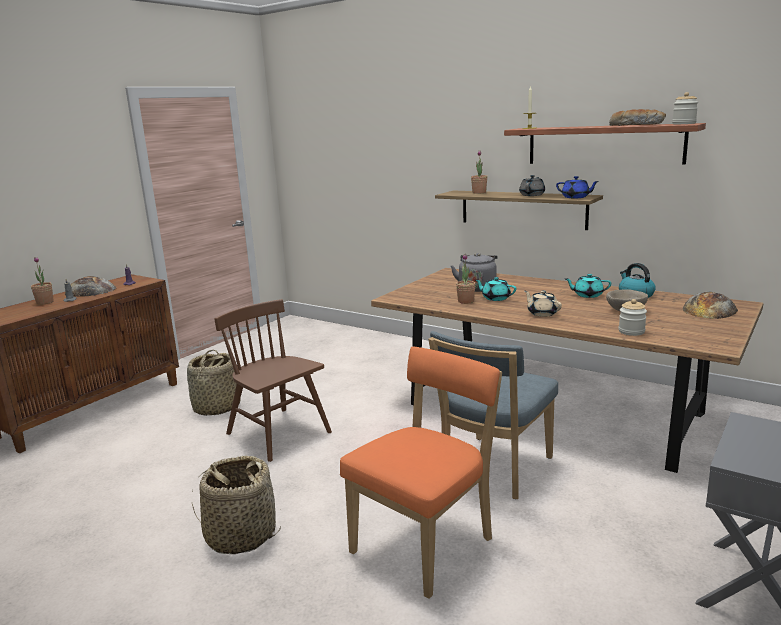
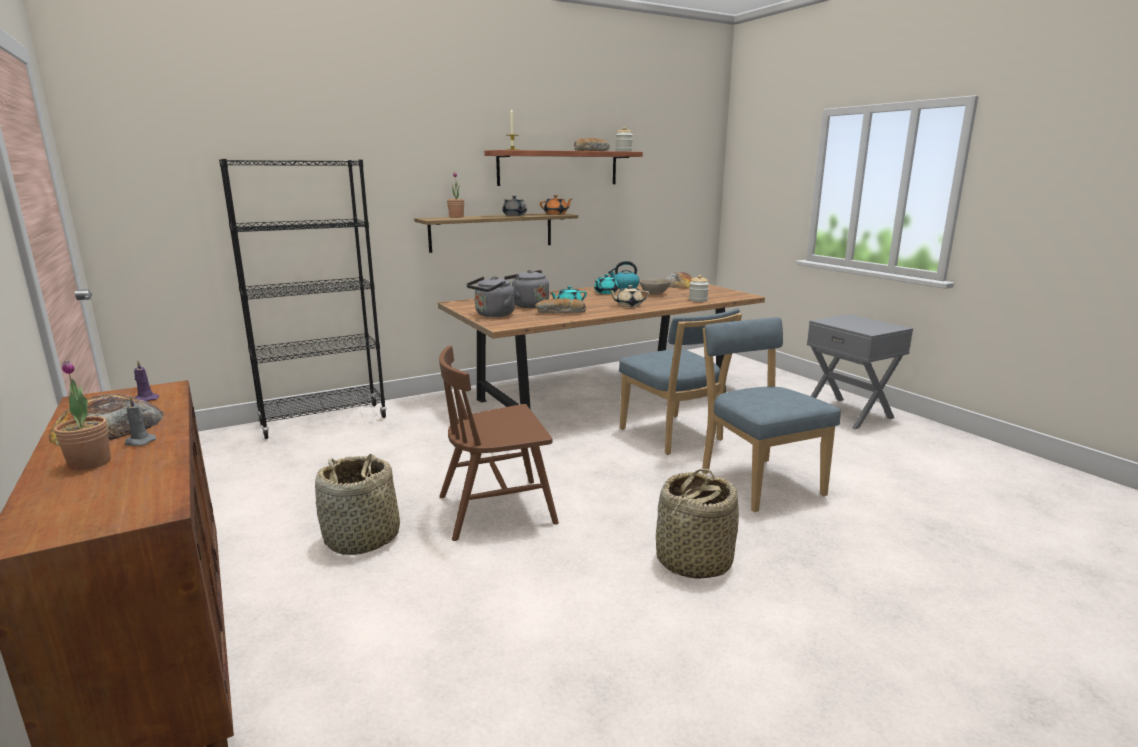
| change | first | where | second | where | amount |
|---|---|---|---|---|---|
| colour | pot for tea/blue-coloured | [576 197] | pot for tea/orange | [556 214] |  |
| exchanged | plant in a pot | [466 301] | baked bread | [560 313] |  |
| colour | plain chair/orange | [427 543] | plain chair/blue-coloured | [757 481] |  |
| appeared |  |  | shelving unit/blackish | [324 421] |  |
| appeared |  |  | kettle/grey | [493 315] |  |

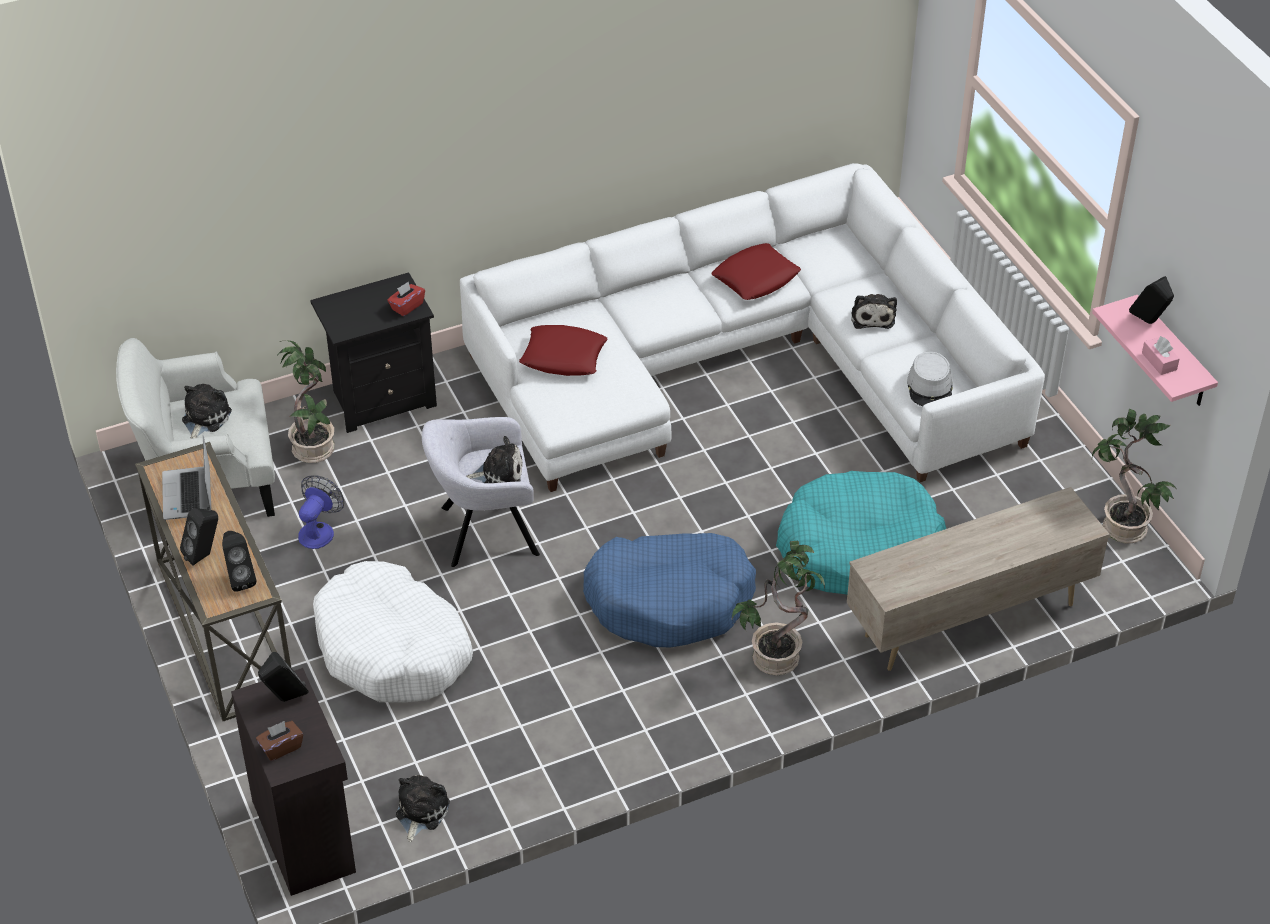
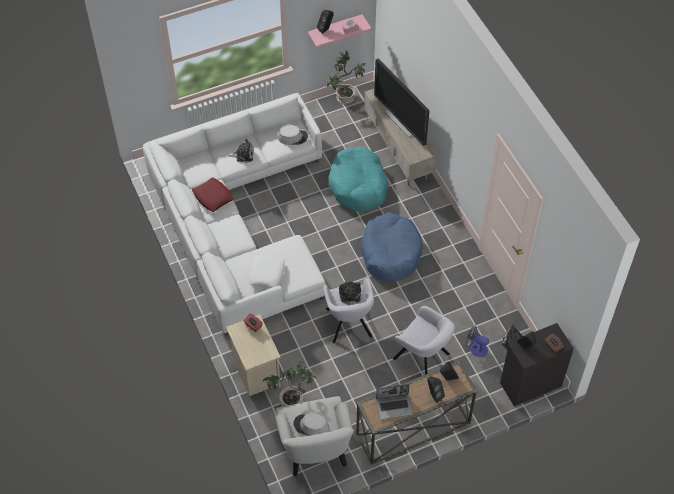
| change | first | where | second | where | amount |
|---|---|---|---|---|---|
| colour | night table/blackish | [382 399] | night table/beige-coloured | [256 373] |  |
| colour | cushion/red | [563 356] | cushion/white-coloured | [267 273] |  |
| exchanged | soft toy | [204 418] | clothing hat/grey | [311 425] |  |
| relocated | fan | [319 530] |  | [475 348] |  |
| missing | plant in a pot | [775 656] |  |  |  |
| exchanged | dog cushion/white-coloured | [393 649] | easy chair/grey | [423 357] |  |
| appeared |  |  | TV | [401 121] |  |

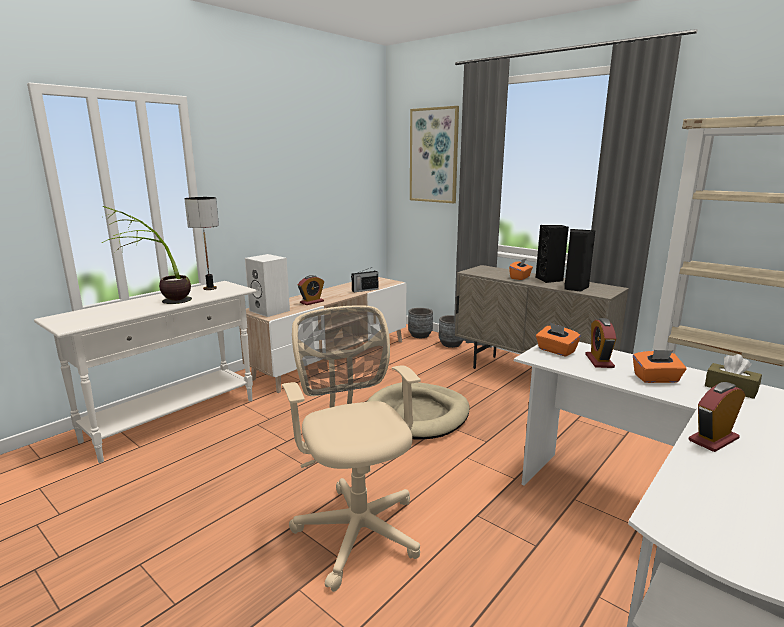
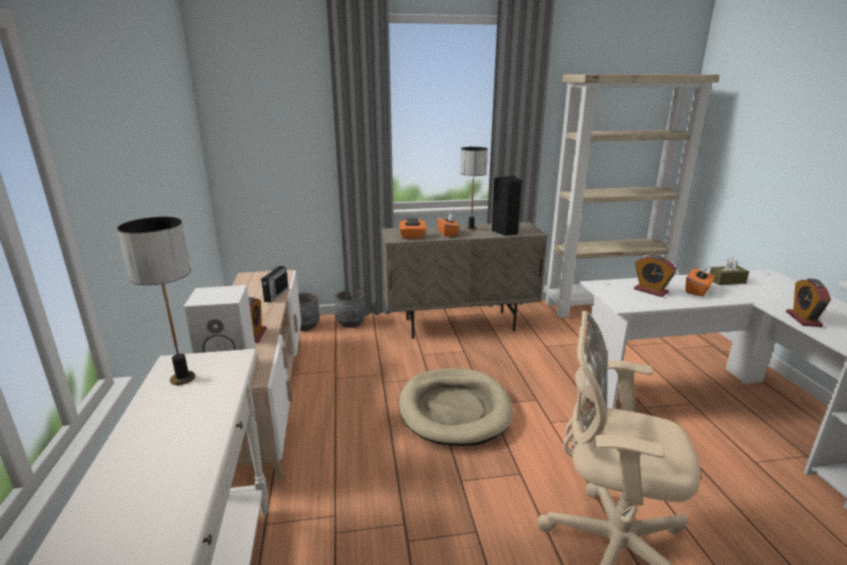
| change | first | where | second | where | amount |
|---|---|---|---|---|---|
| missing | picture | [434 155] |  |  |  |
| missing | plant in a pot | [159 303] |  |  |  |
| exchanged | speaker/blackish | [549 280] | tabletop lamp | [471 229] |  |
| relocated | tissue box/orange | [556 351] |  | [412 237] |  |

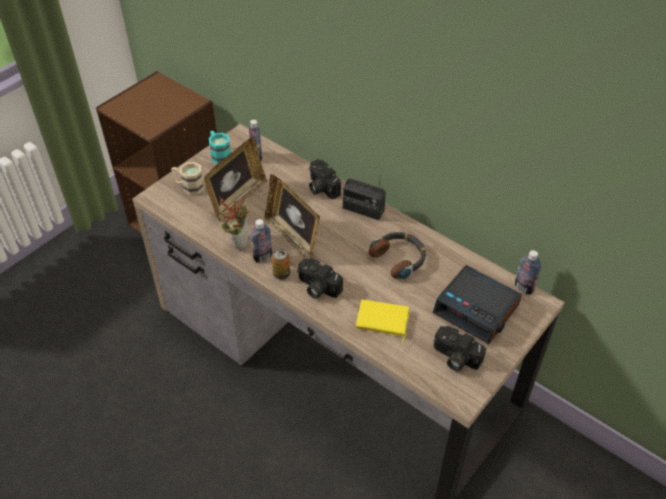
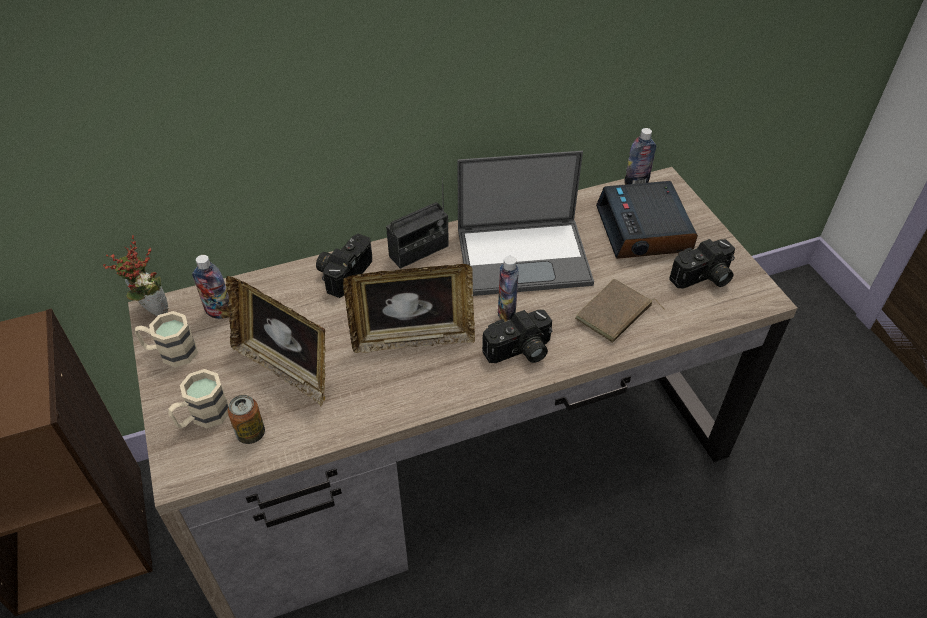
| change | first | where | second | where | amount |
|---|---|---|---|---|---|
| colour | coffee mug/turquoise | [219 155] | coffee mug/beige-coloured | [171 352] |  |
| spun | standing frame | [237 199] |  | [285 368] | 150 degrees clockwise |
| spun | still camera | [321 187] |  | [343 272] | 120 degrees clockwise |
| relocated | plant in a pot | [238 242] |  | [151 310] |  |
| relocated | drink bottle | [262 257] |  | [506 313] |  |
| exchanged | headset | [399 258] | laptop | [525 256] |  |
| relocated | metal can | [281 274] |  | [251 433] |  |
| spun | alarm clock | [477 309] |  | [644 230] | 105 degrees clockwise |
| colour | book/yellow-coloured | [382 321] | book/brown | [615 314] |  |

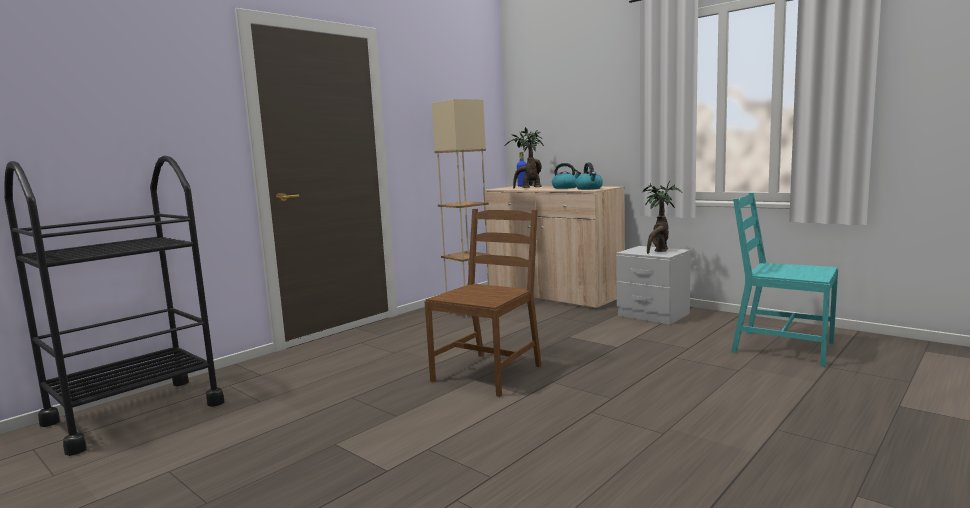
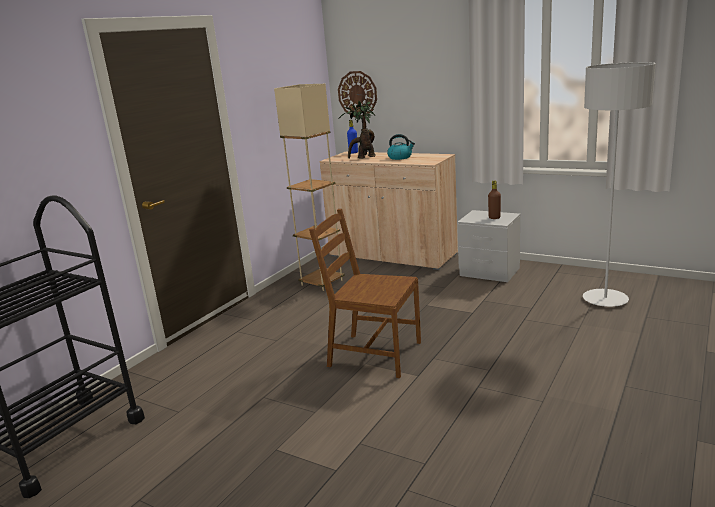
| change | first | where | second | where | amount |
|---|---|---|---|---|---|
| missing | kettle | [589 188] |  |  |  |
| exchanged | plant in a pot | [659 251] | drink bottle/brown | [494 218] |  |
| exchanged | plain chair/turquoise | [781 347] | standing lamp/grey | [605 300] |  |
| spun | plain chair/brown | [488 373] |  | [373 354] | 90 degrees counterclockwise |
| appeared |  |  | wall clock | [357 94] |  |

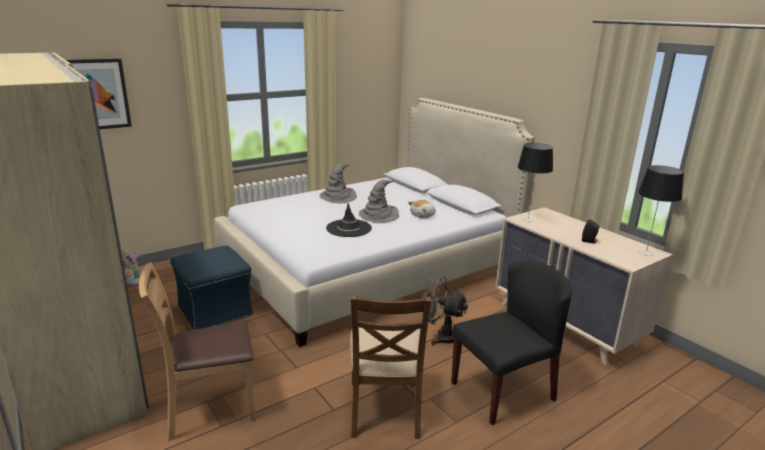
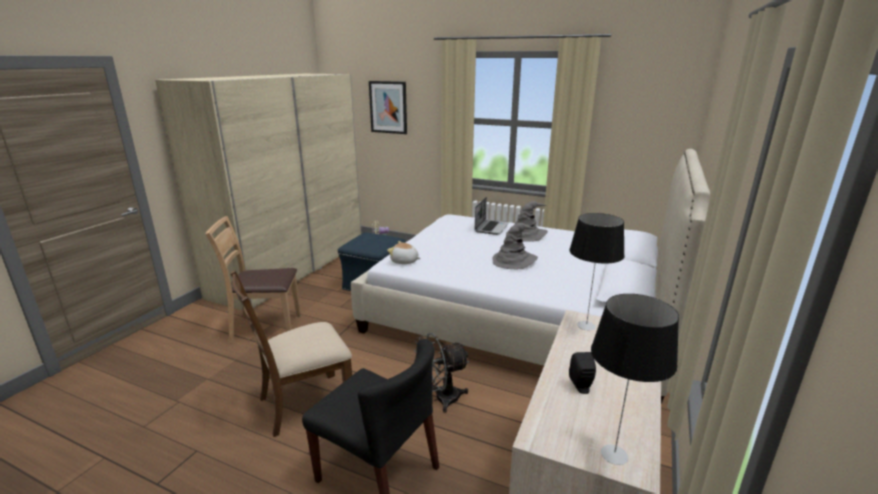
| change | first | where | second | where | amount |
|---|---|---|---|---|---|
| relocated | soft toy | [423 216] |  | [404 261] |  |
| missing | clothing hat/blackish | [349 228] |  |  |  |
| spun | plain chair/brown | [209 408] |  | [265 328] | 45 degrees counterclockwise |
| spun | fan/grey | [440 337] |  | [441 399] | 105 degrees counterclockwise |
| appeared |  |  | laptop | [491 227] |  |

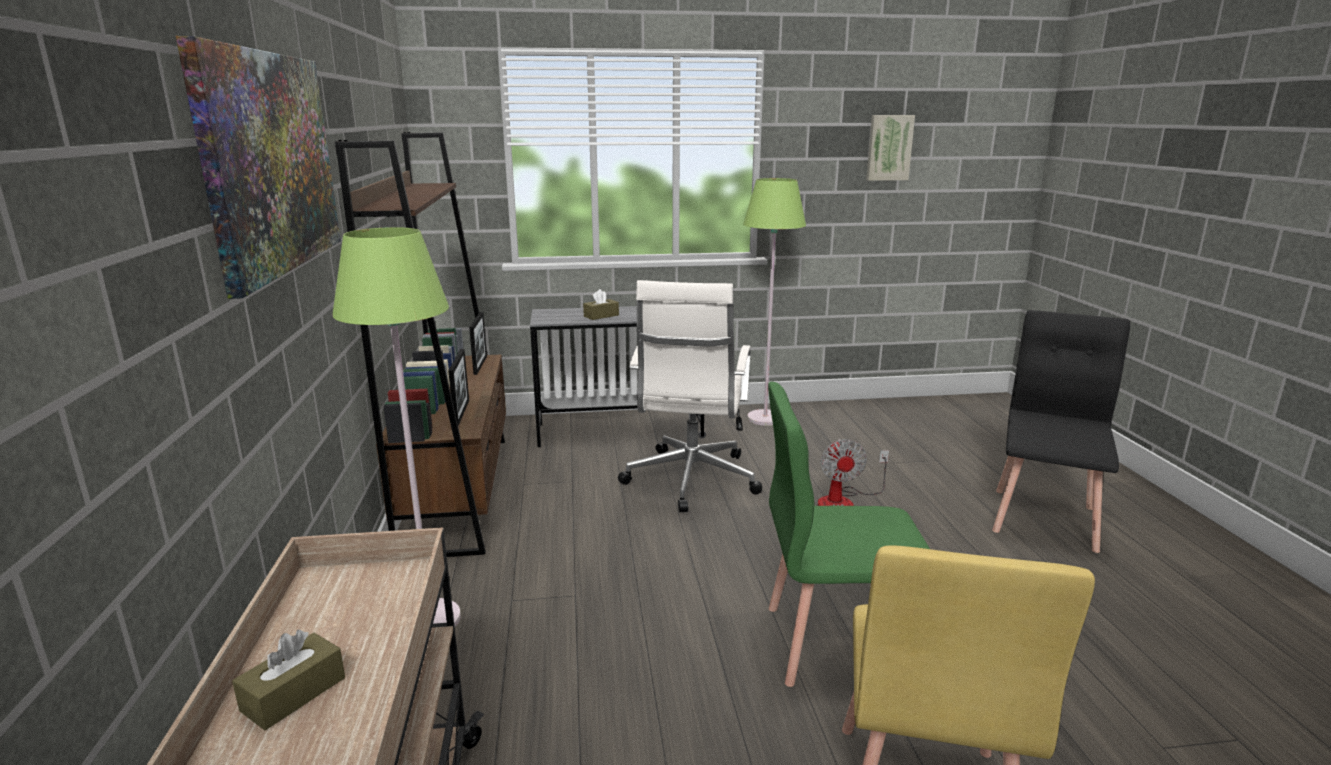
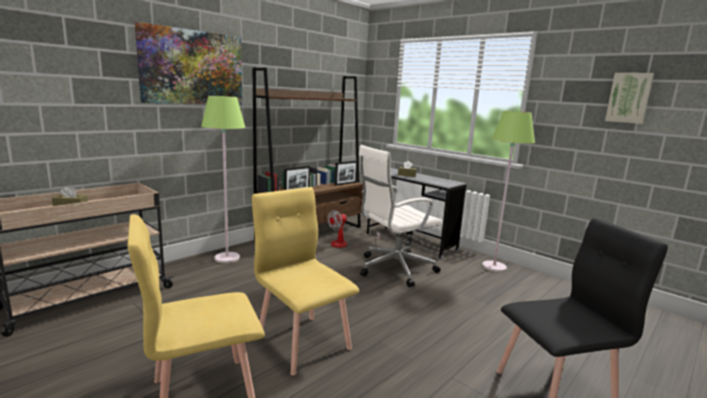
| change | first | where | second | where | amount |
|---|---|---|---|---|---|
| colour | plain chair/green-coloured | [836 643] | plain chair/yellow-coloured | [303 342] |  |
| relocated | fan | [844 502] |  | [345 245] |  |

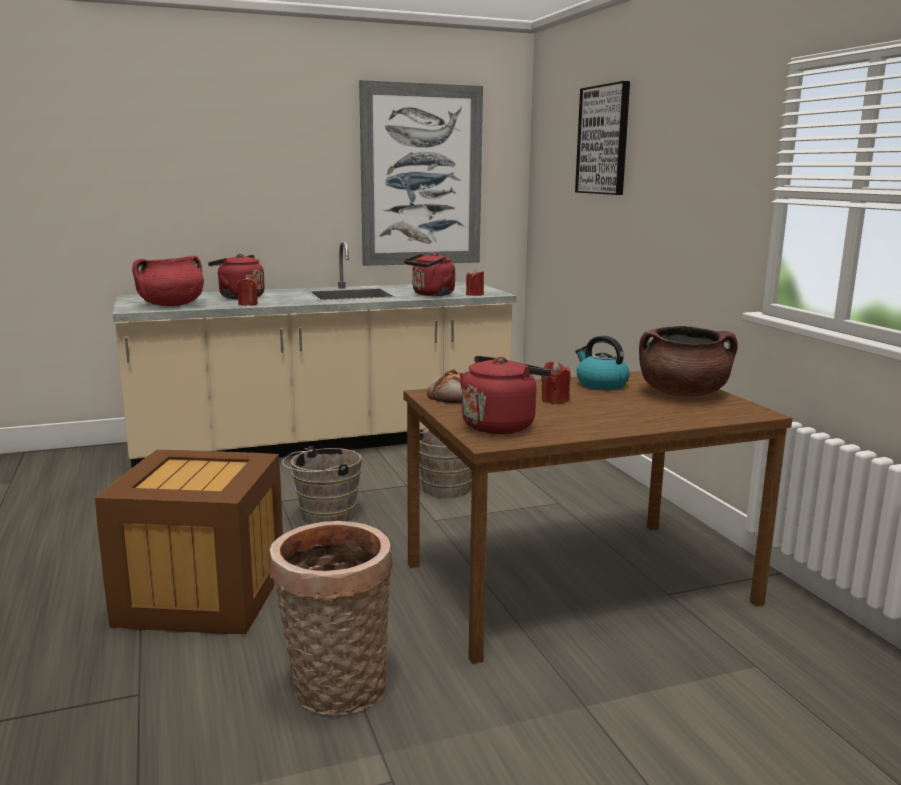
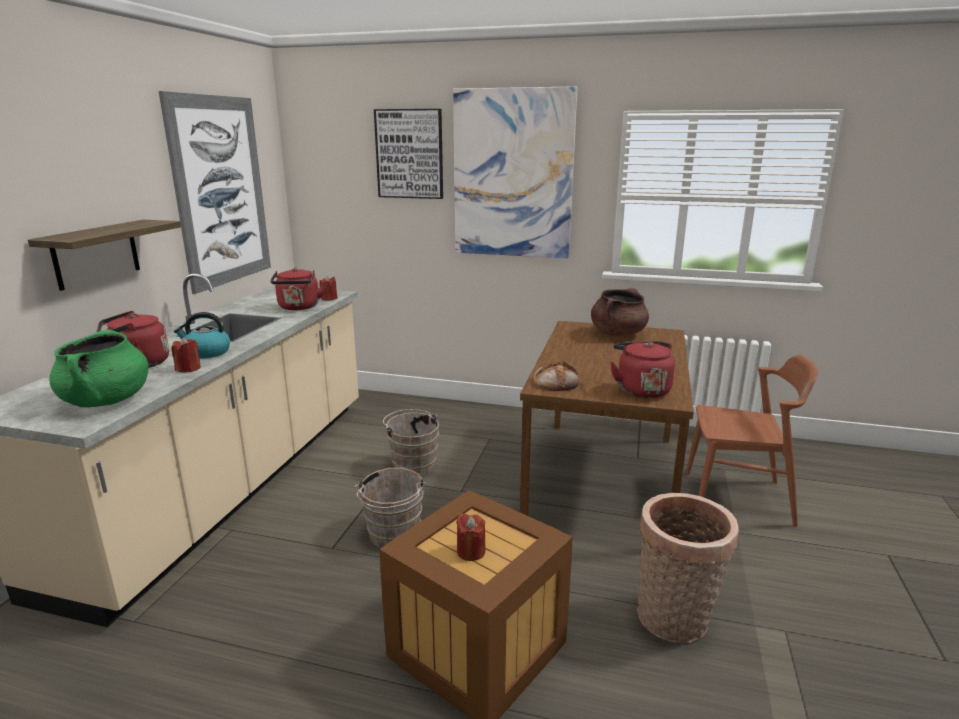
| change | first | where | second | where | amount |
|---|---|---|---|---|---|
| colour | stockpot/red | [171 305] | stockpot/green-coloured | [107 400] |  |
| relocated | kettle | [600 384] |  | [207 352] |  |
| relocated | candle/red | [554 400] |  | [471 551] |  |
| appeared |  |  | picture | [513 174] |  |
| appeared |  |  | shelf | [96 254] |  |
| appeared |  |  | plain chair/brown | [738 498] |  |

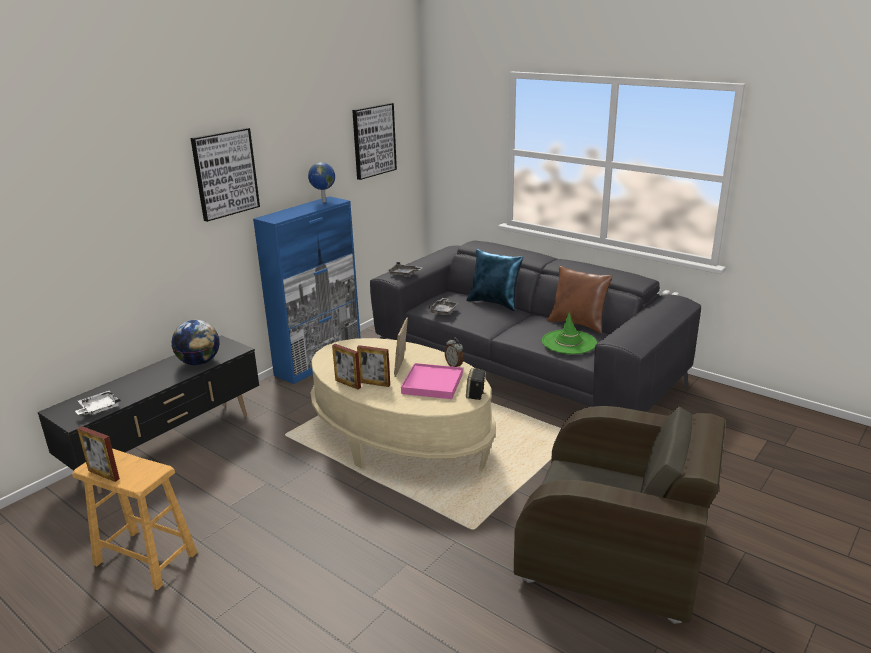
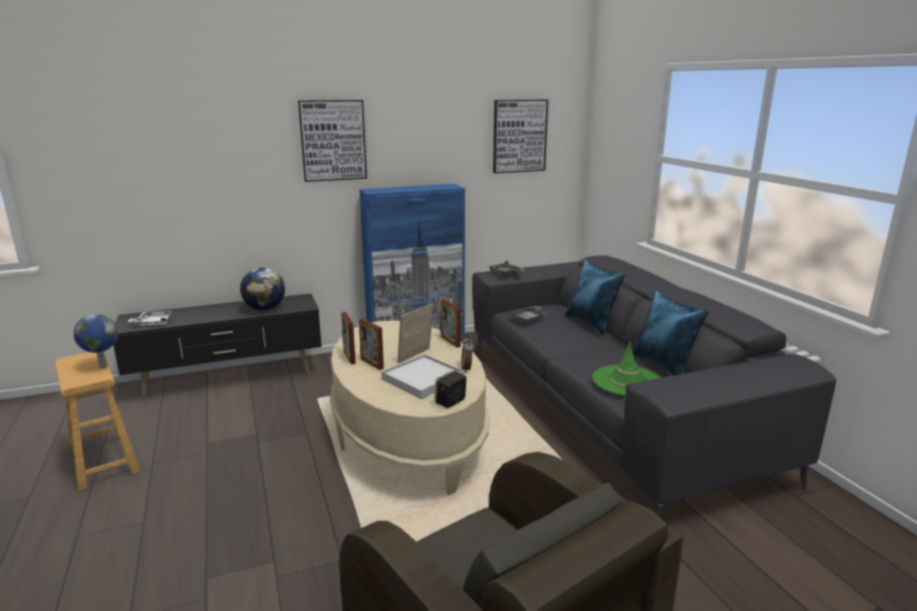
| change | first | where | second | where | amount |
|---|---|---|---|---|---|
| relocated | world globe | [323 201] |  | [102 367] |  |
| colour | cushion/brown | [578 324] | cushion/blue-coloured | [664 366] |  |
| colour | carrying tray/pinkish | [432 384] | carrying tray/white-coloured | [422 379] |  |
| relocated | standing frame | [103 474] |  | [450 341] |  |

